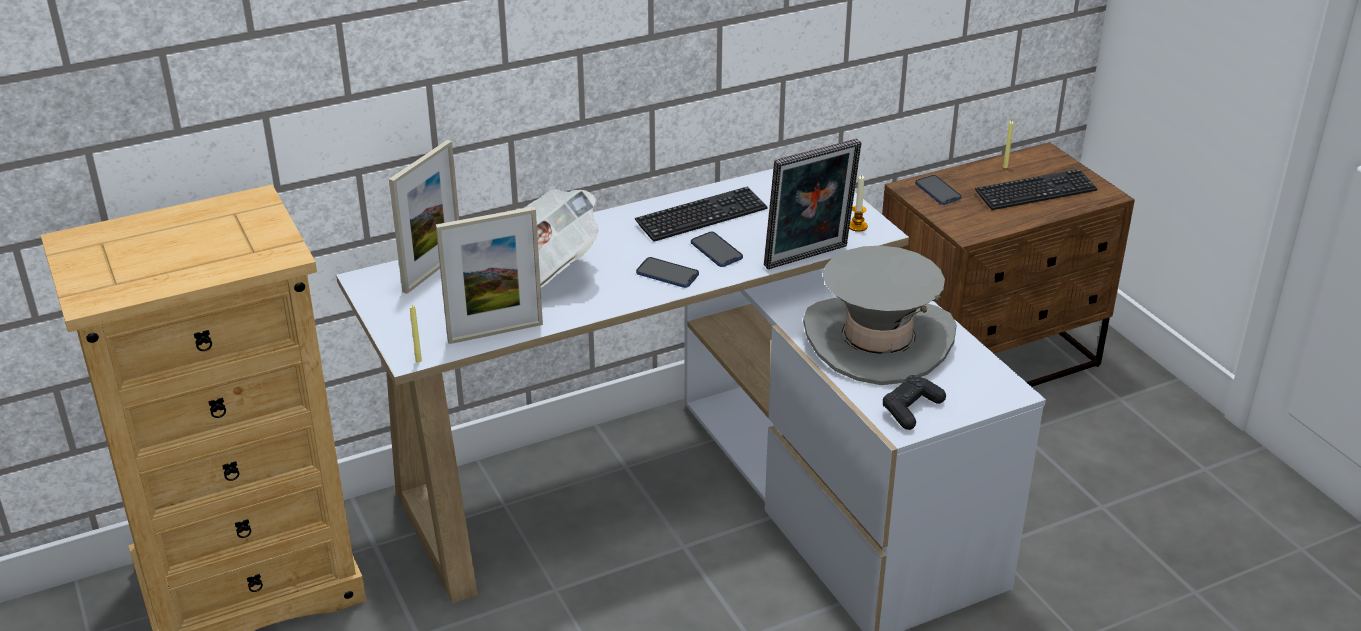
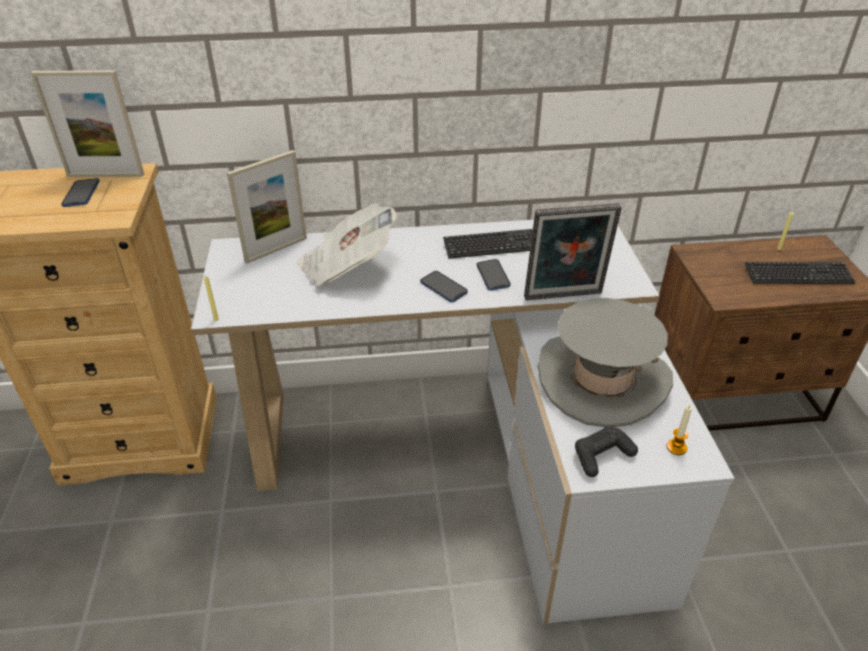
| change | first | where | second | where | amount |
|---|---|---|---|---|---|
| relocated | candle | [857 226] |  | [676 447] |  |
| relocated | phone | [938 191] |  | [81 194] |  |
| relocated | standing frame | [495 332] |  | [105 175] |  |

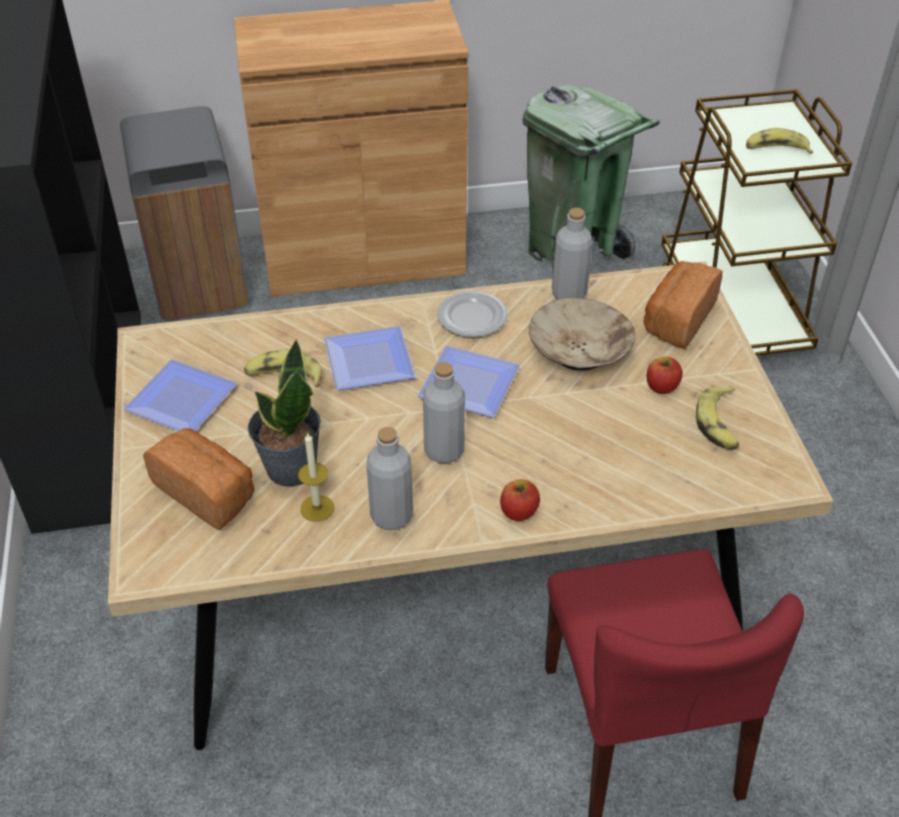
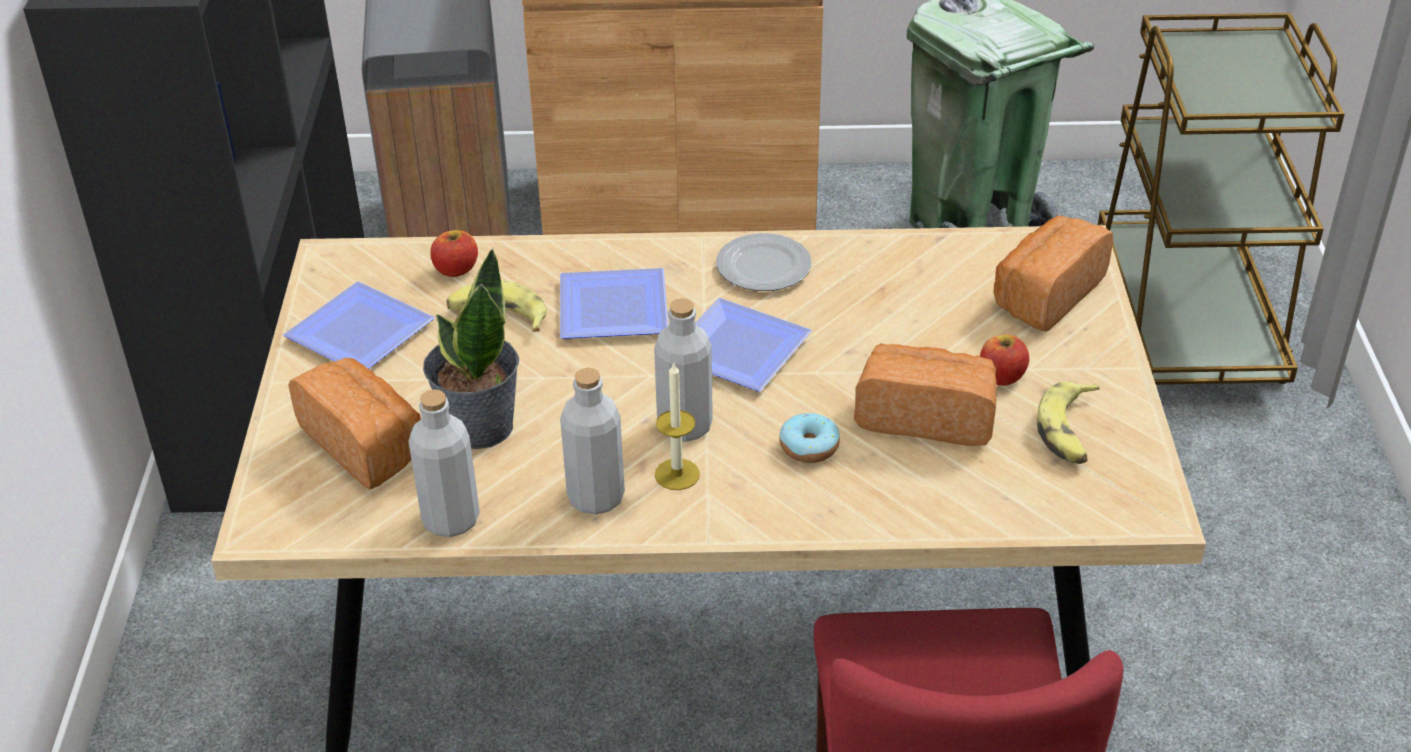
| change | first | where | second | where | amount |
|---|---|---|---|---|---|
| missing | banana fruit | [776 149] |  |  |  |
| relocated | drink bottle/grey | [569 293] |  | [451 520] |  |
| missing | serving bowl/beige-coloured | [580 352] |  |  |  |
| relocated | candle | [317 508] |  | [677 474] |  |
| relocated | apple | [518 511] |  | [456 269] |  |
| appeared |  |  | baked bread | [926 416] |  |
| appeared |  |  | doughnut | [809 447] |  |

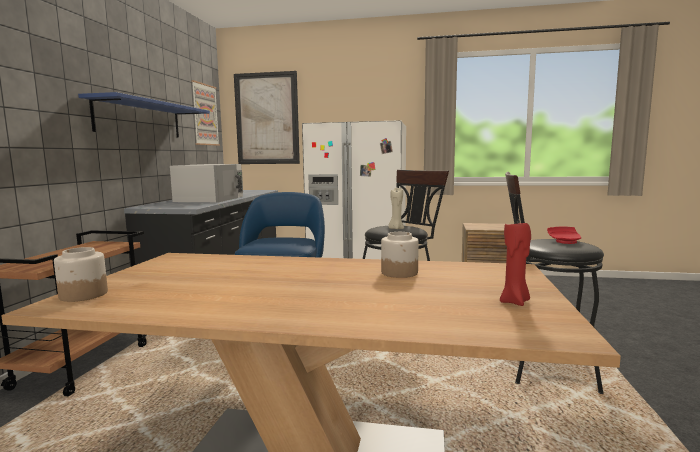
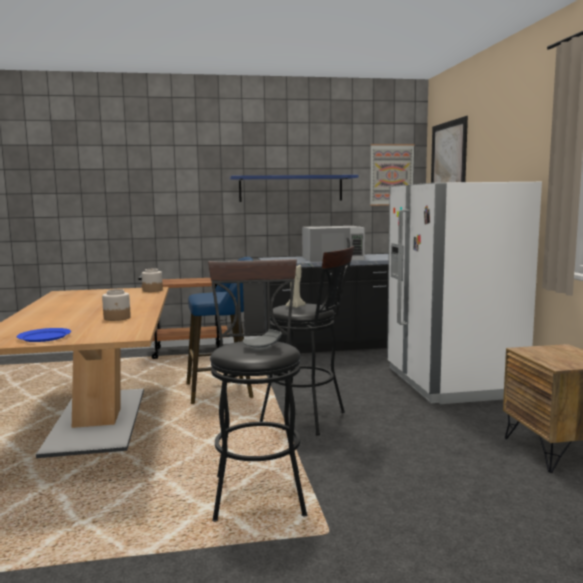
| change | first | where | second | where | amount |
|---|---|---|---|---|---|
| exchanged | candle/red | [515 302] | plate/blue-coloured | [44 337] |  |
| colour | plate/red | [565 241] | plate/grey | [263 348] |  |
| relocated | preserve jar | [83 295] |  | [152 290] |  |

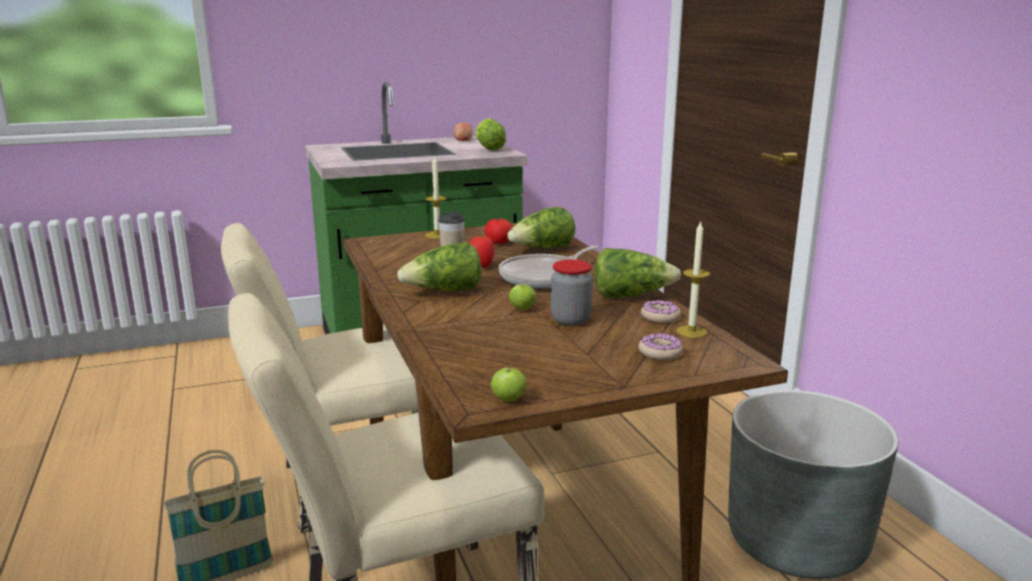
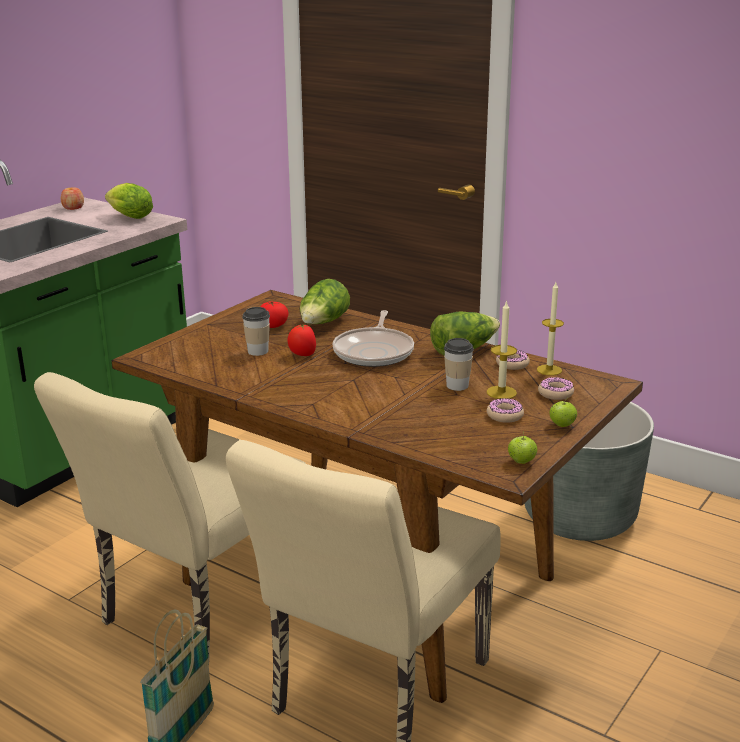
| change | first | where | second | where | amount |
|---|---|---|---|---|---|
| relocated | candle | [437 235] |  | [501 392] |  |
| missing | head of lettuce | [444 291] |  |  |  |
| exchanged | preserve jar | [570 320] | cup | [457 385] |  |
| relocated | apple | [522 309] |  | [562 425] |  |
| appeared |  |  | doughnut | [505 415] |  |

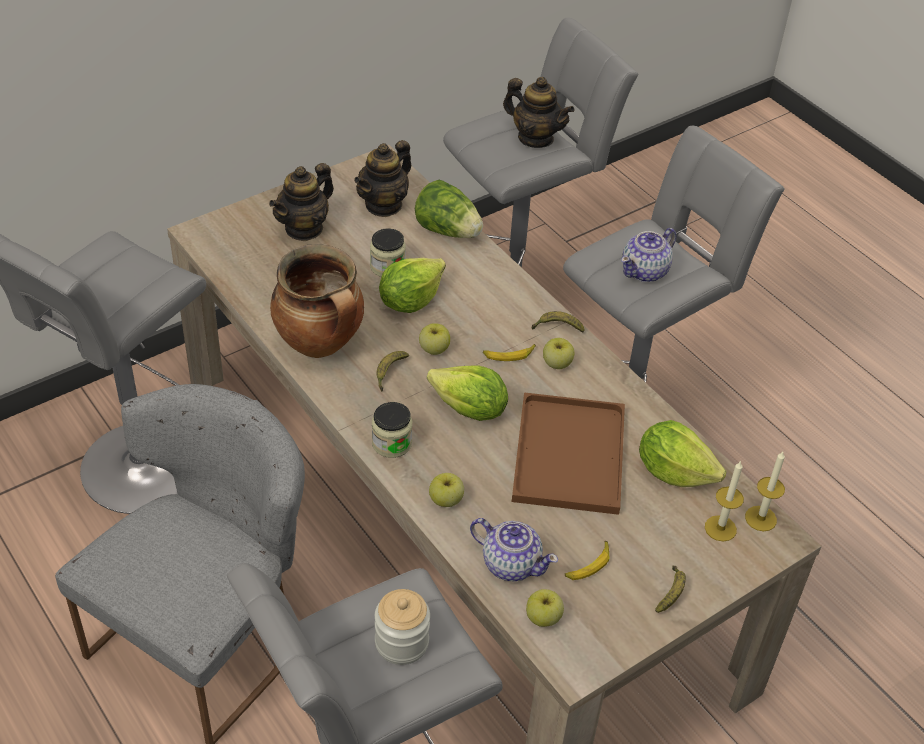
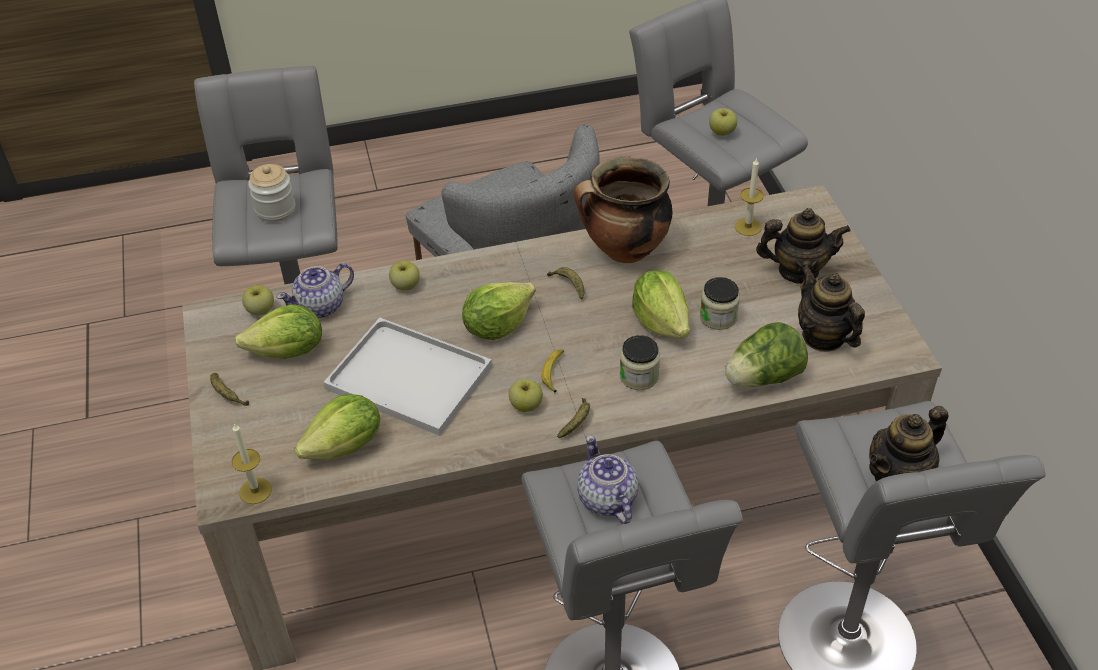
| change | first | where | second | where | amount |
|---|---|---|---|---|---|
| spun | pot for tea | [304 228] |  | [798 271] | 120 degrees clockwise |
| relocated | apple | [434 349] |  | [722 132] |  |
| colour | carrying tray/brown | [570 457] | carrying tray/white-coloured | [405 377] |  |
| relocated | preserve jar | [391 443] |  | [639 376] |  |
| relocated | candle | [720 528] |  | [748 227] |  |
| exchanged | banana fruit | [588 565] | head of lettuce | [288 352] |  |

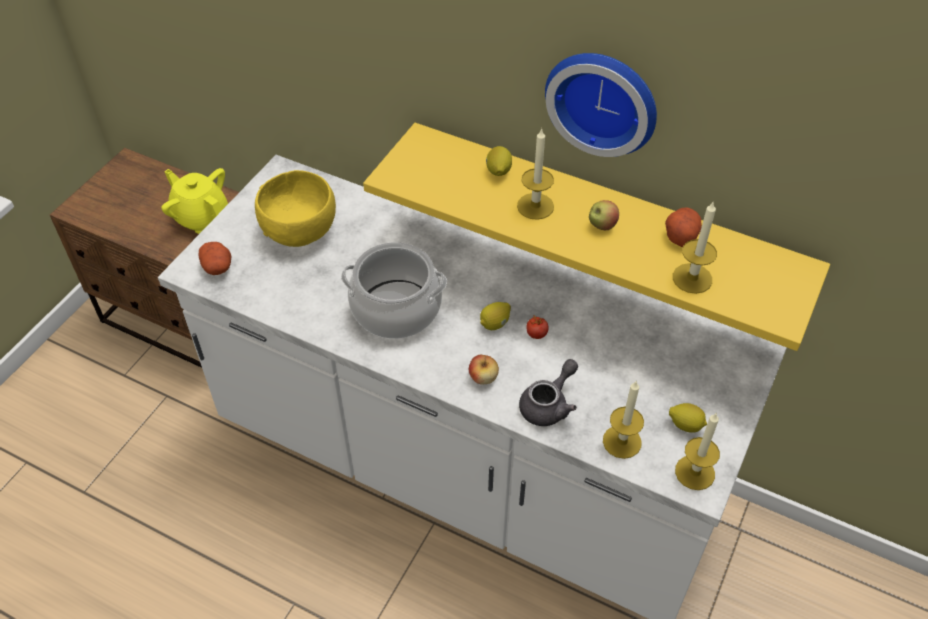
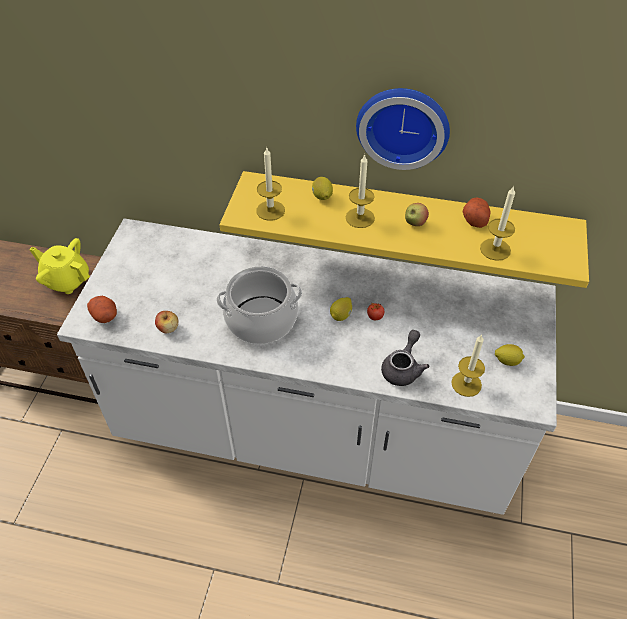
| change | first | where | second | where | amount |
|---|---|---|---|---|---|
| missing | serving bowl/yellow-coloured | [300 229] |  |  |  |
| relocated | apple | [483 377] |  | [168 328] |  |
| relocated | candle | [695 472] |  | [270 210] |  |

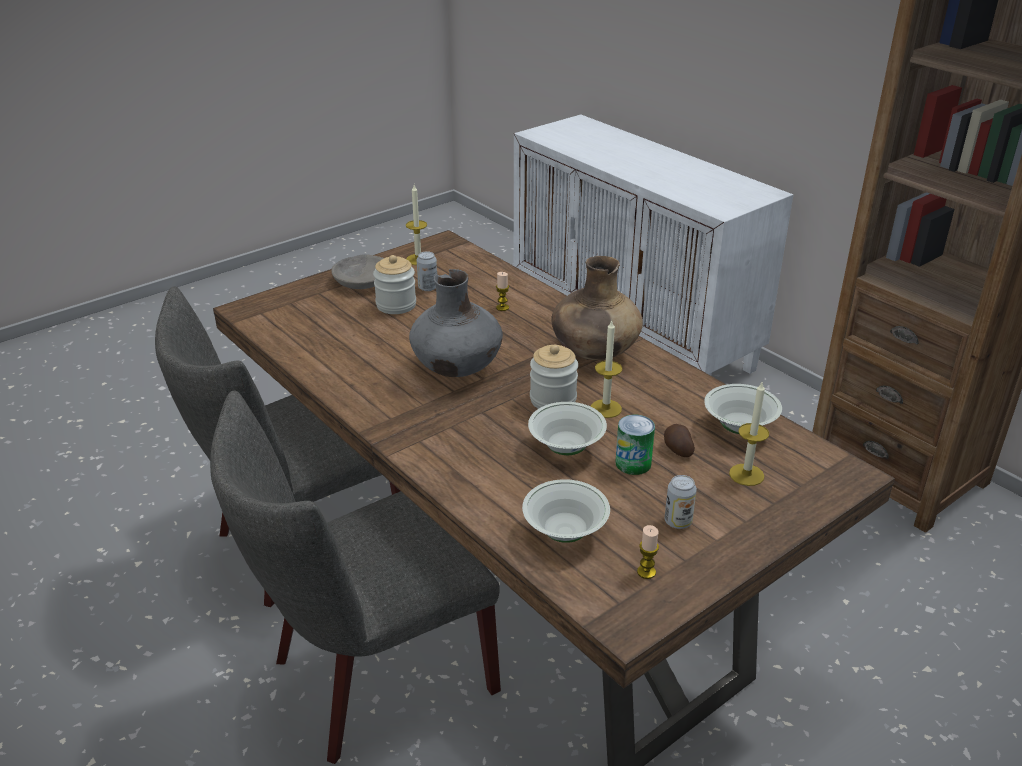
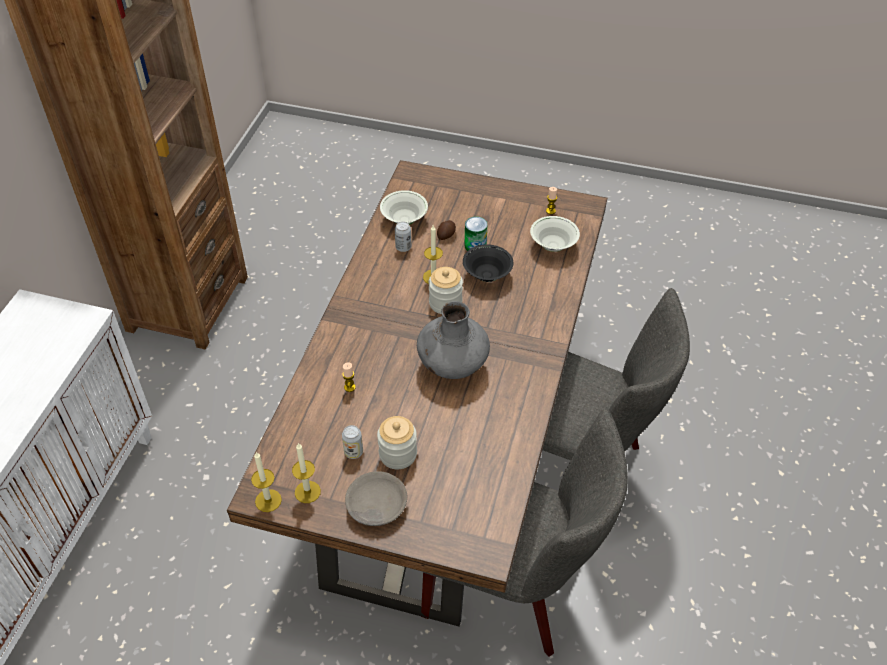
| change | first | where | second | where | amount |
|---|---|---|---|---|---|
| missing | decorative vase/brown | [594 353] |  |  |  |
| relocated | candle | [746 475] |  | [268 500] |  |
| colour | serving bowl/white-coloured | [566 448] | serving bowl/blackish | [487 275] |  |
| relocated | metal can | [678 522] |  | [403 247] |  |

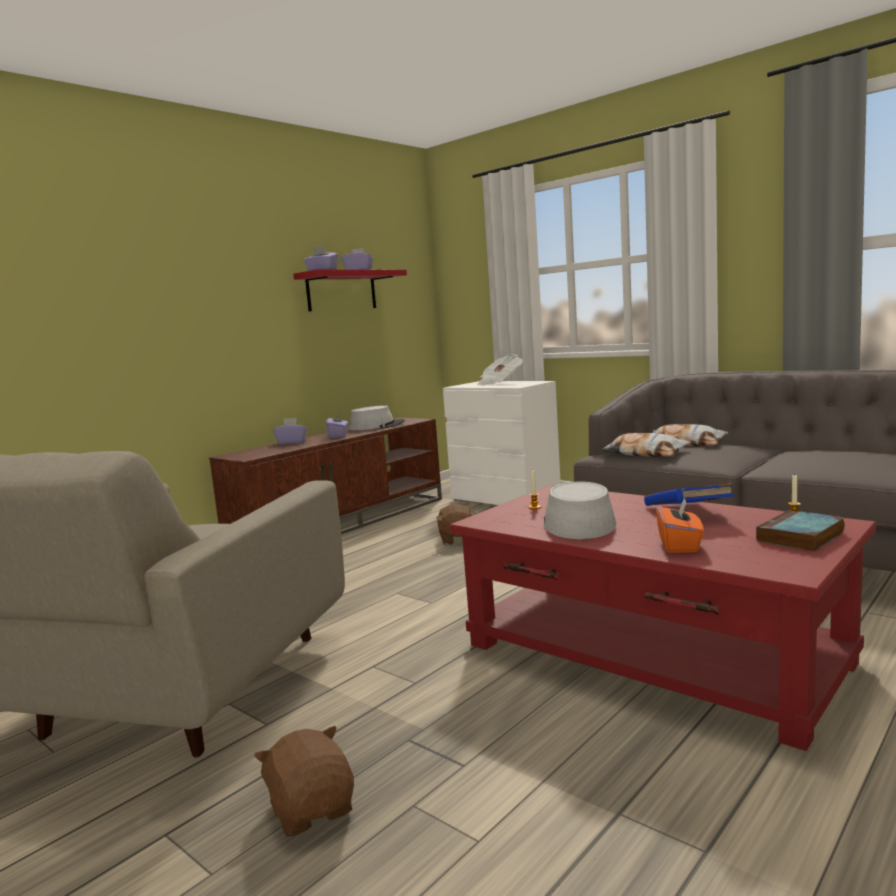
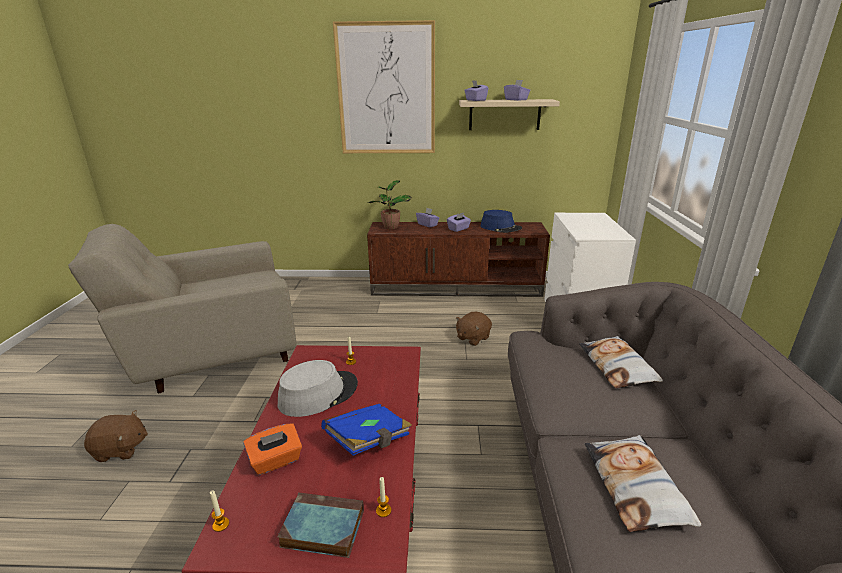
| change | first | where | second | where | amount |
|---|---|---|---|---|---|
| colour | shelf/red | [341 291] | shelf/beige-coloured | [504 114] |  |
| missing | printed paper | [499 383] |  |  |  |
| colour | clothing hat/grey | [376 426] | clothing hat/blue-coloured | [501 227] |  |
| relocated | cushion | [644 453] |  | [635 487] |  |
| spun | soft toy/brown | [312 809] |  | [121 449] | 60 degrees clockwise |
| appeared |  |  | picture | [386 90] |  |
| appeared |  |  | plant in a pot | [390 227] |  |
| appeared |  |  | candle | [221 524] |  |

